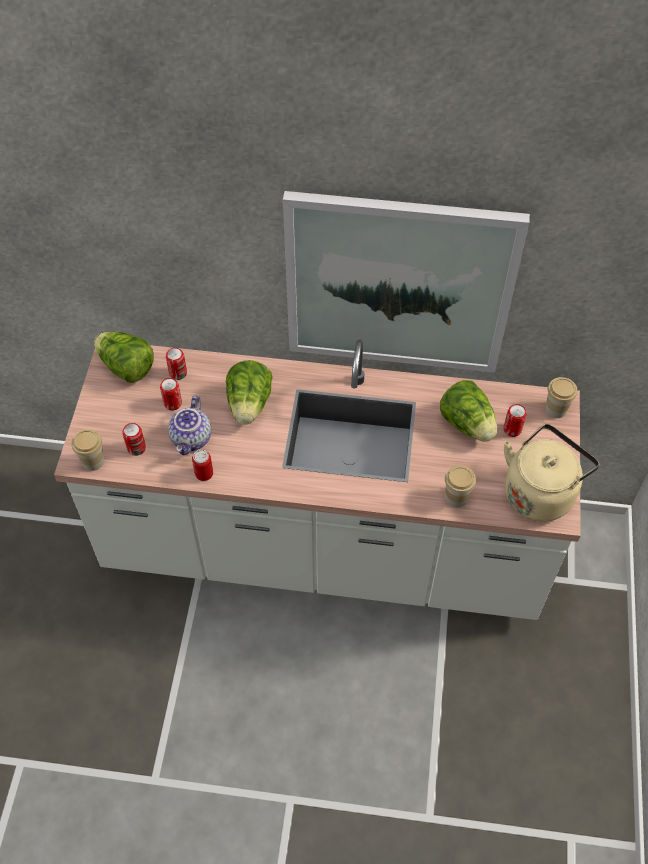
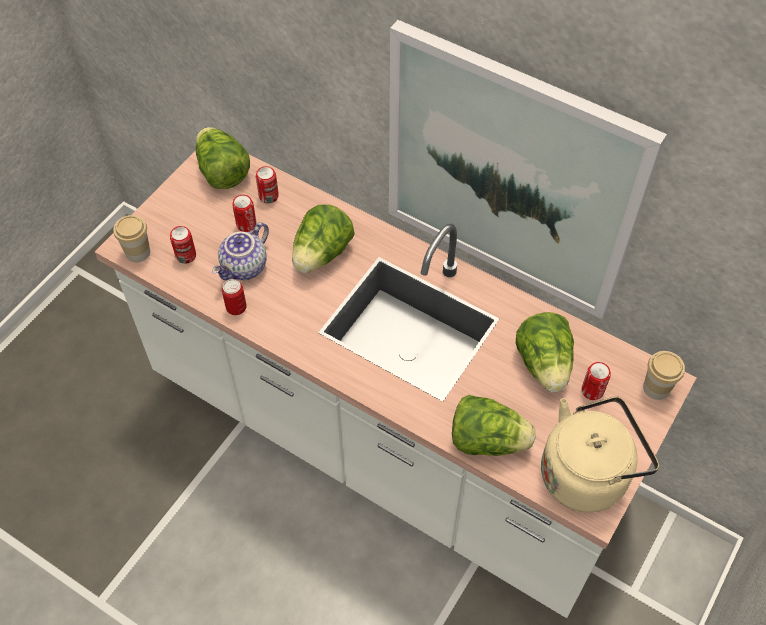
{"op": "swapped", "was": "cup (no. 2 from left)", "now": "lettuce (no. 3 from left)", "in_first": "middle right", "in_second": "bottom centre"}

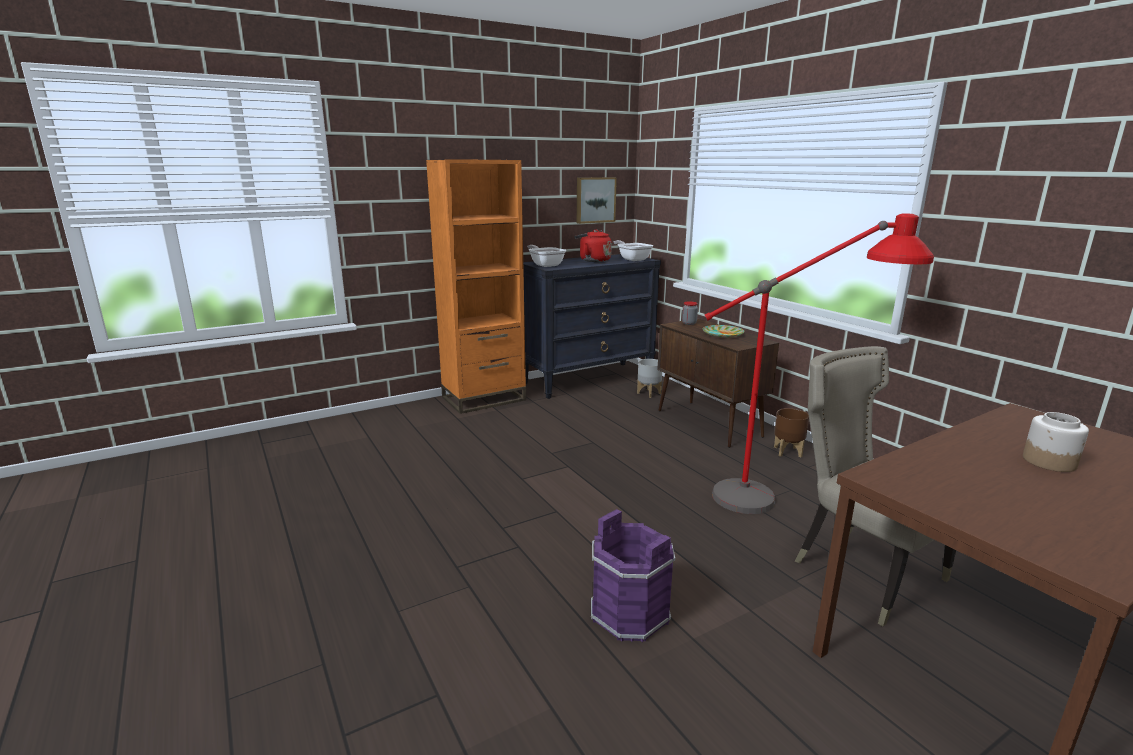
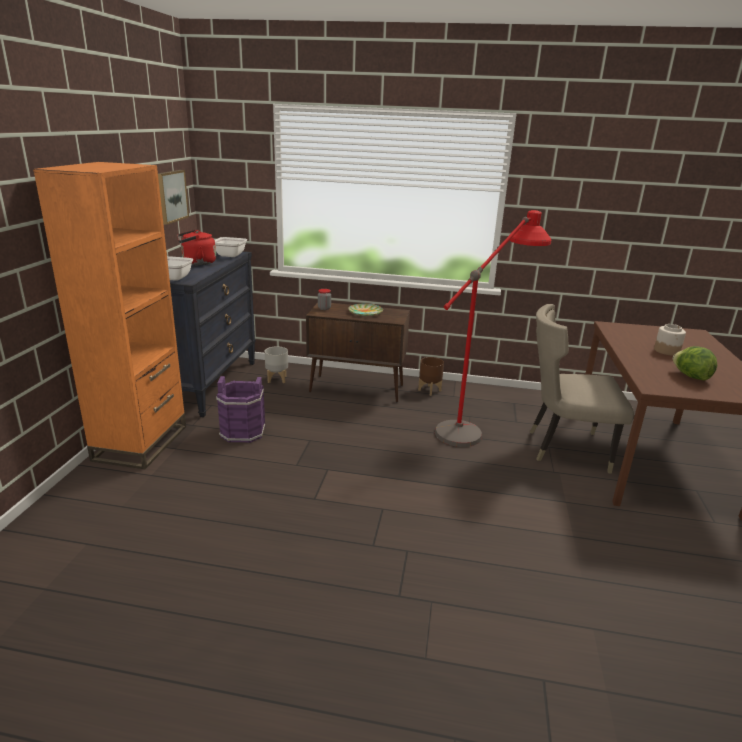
{"op": "shifted", "was": "bucket (purple)", "in_first": "bottom centre", "in_second": "middle left"}
{"op": "new", "now": "lettuce", "in_second": "middle right"}

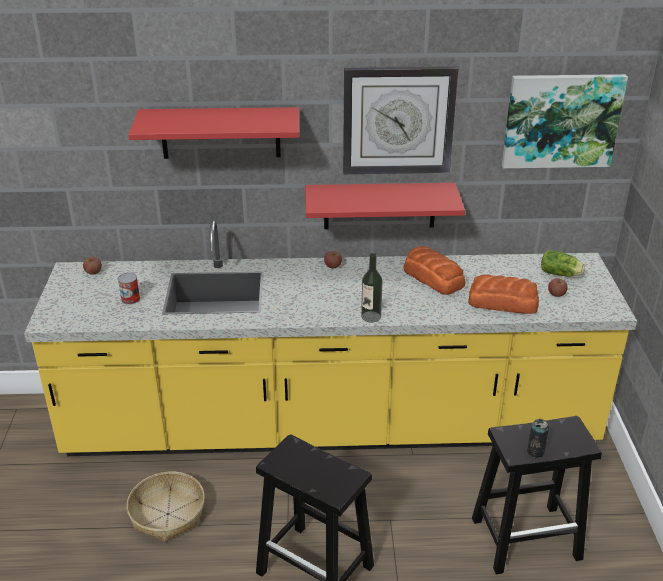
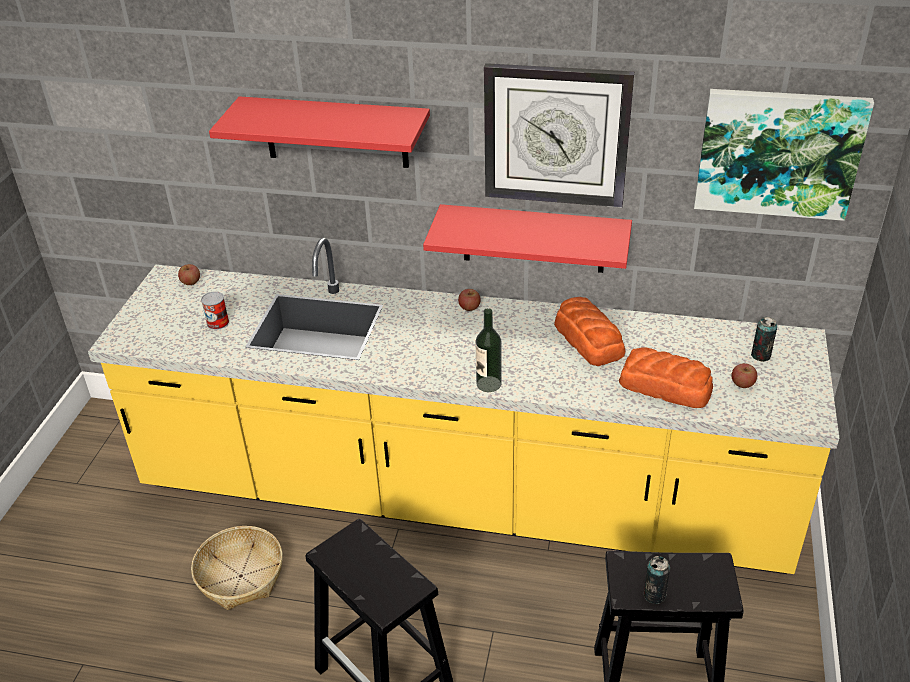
{"op": "swapped", "was": "lettuce", "now": "can (no. 3 from left)", "in_first": "middle right", "in_second": "middle right"}

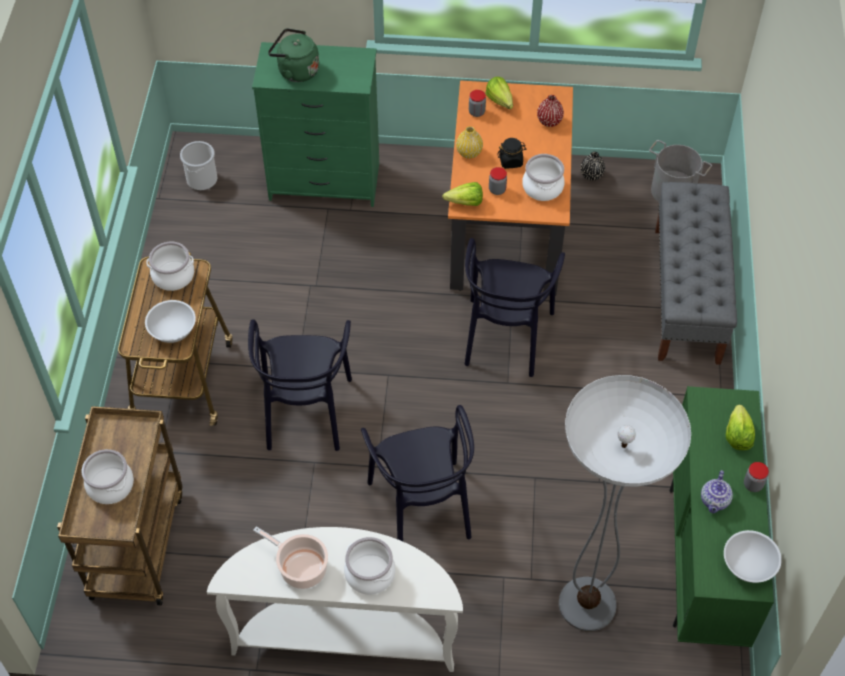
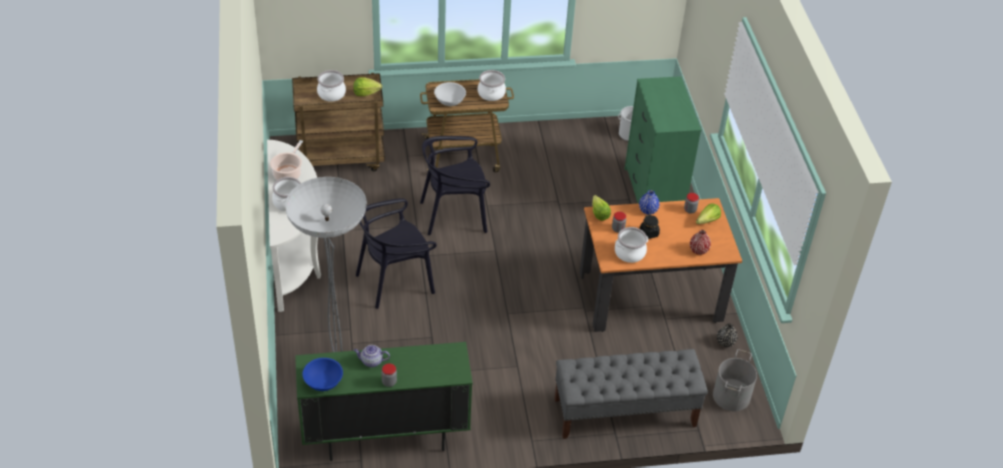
{"op": "gone", "was": "kettle (green)", "in_first": "top centre"}
{"op": "repainted", "was": "vase (yellow)", "now": "vase (blue)", "in_first": "top centre", "in_second": "centre"}
{"op": "gone", "was": "chair (black) (no. 3 from left)", "in_first": "centre"}
{"op": "repainted", "was": "bowl (white) (no. 2 from left)", "now": "bowl (blue)", "in_first": "bottom right", "in_second": "bottom left"}
{"op": "shifted", "was": "lettuce (no. 3 from left in the first image)", "now": "lettuce (no. 1 from left)", "in_first": "middle right", "in_second": "top centre"}

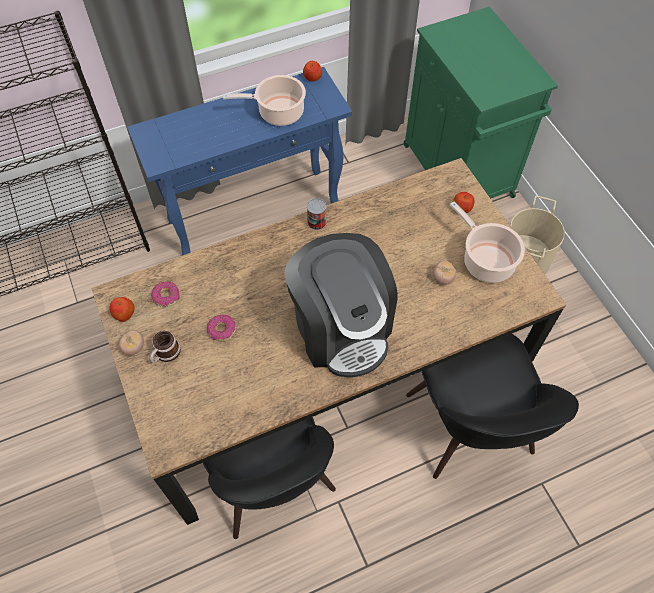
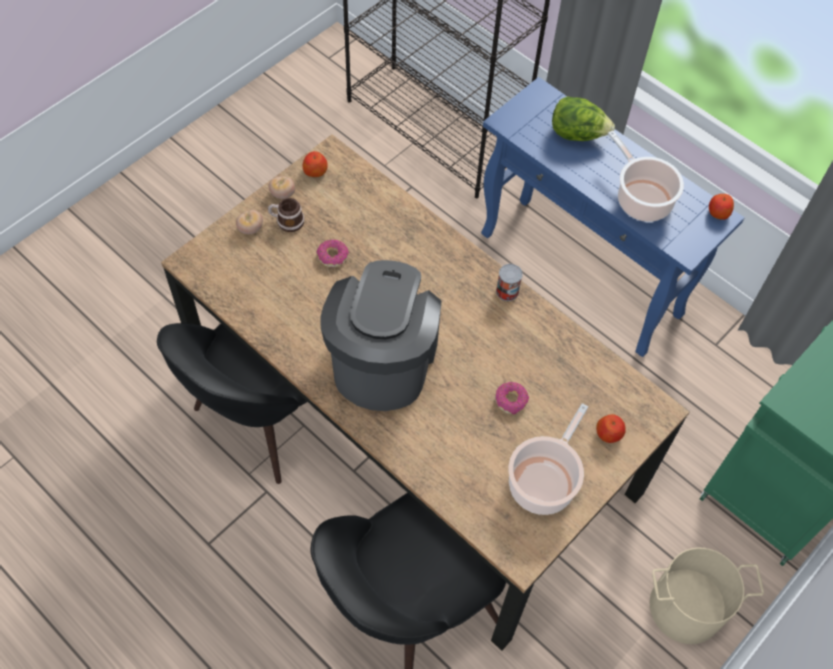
{"op": "shifted", "was": "donut (no. 1 from left in the first image)", "now": "donut (no. 2 from left)", "in_first": "middle left", "in_second": "centre"}
{"op": "rotated", "was": "coffee machine", "in_first": "centre", "in_second": "centre", "clockwise": 150}
{"op": "shifted", "was": "tomato (no. 2 from left in the first image)", "now": "tomato (no. 1 from left)", "in_first": "middle right", "in_second": "top left"}
{"op": "new", "now": "lettuce", "in_second": "top right"}

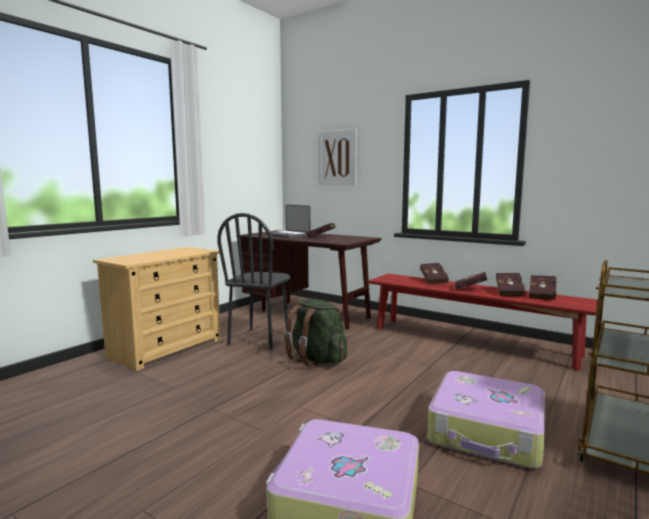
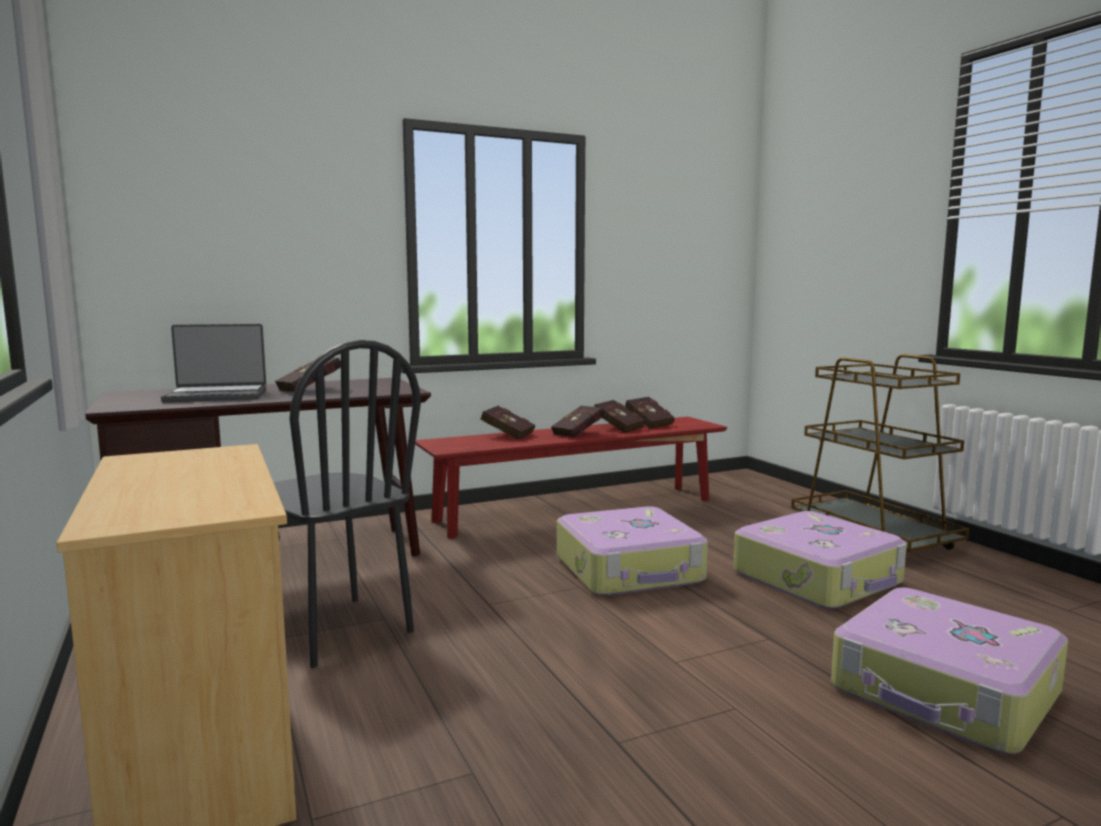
{"op": "gone", "was": "backpack (green)", "in_first": "centre"}
{"op": "gone", "was": "picture", "in_first": "top centre"}
{"op": "new", "now": "suitcase (no. 1 from left)", "in_second": "bottom centre"}

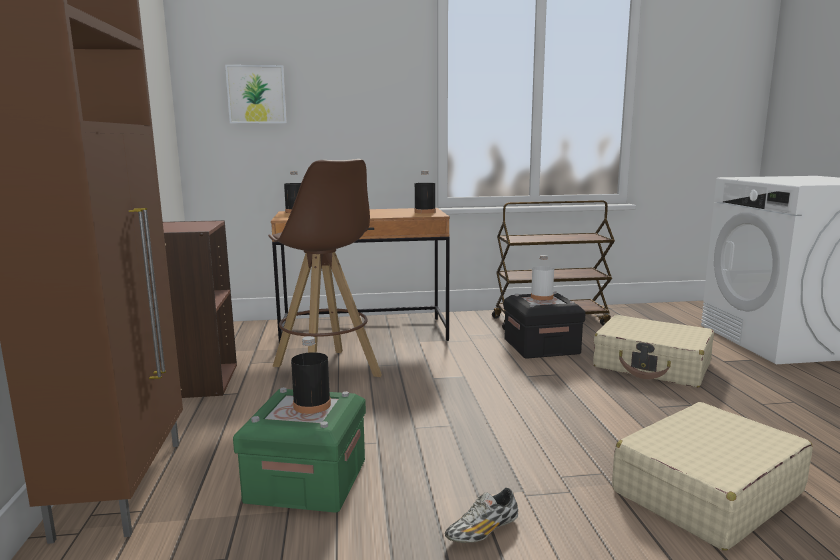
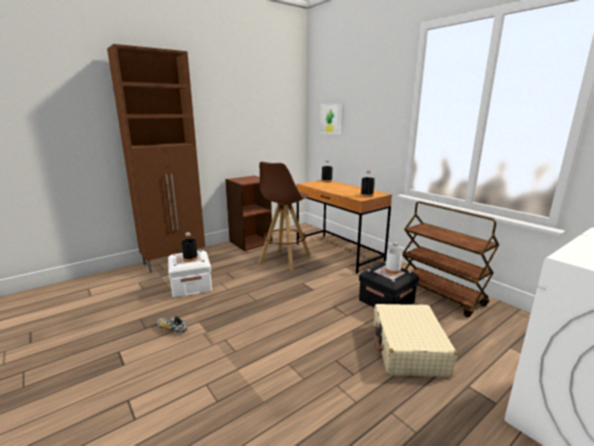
{"op": "repainted", "was": "storage box (green)", "now": "storage box (white)", "in_first": "bottom centre", "in_second": "middle left"}
{"op": "gone", "was": "suitcase (beige) (no. 2 from left)", "in_first": "bottom right"}

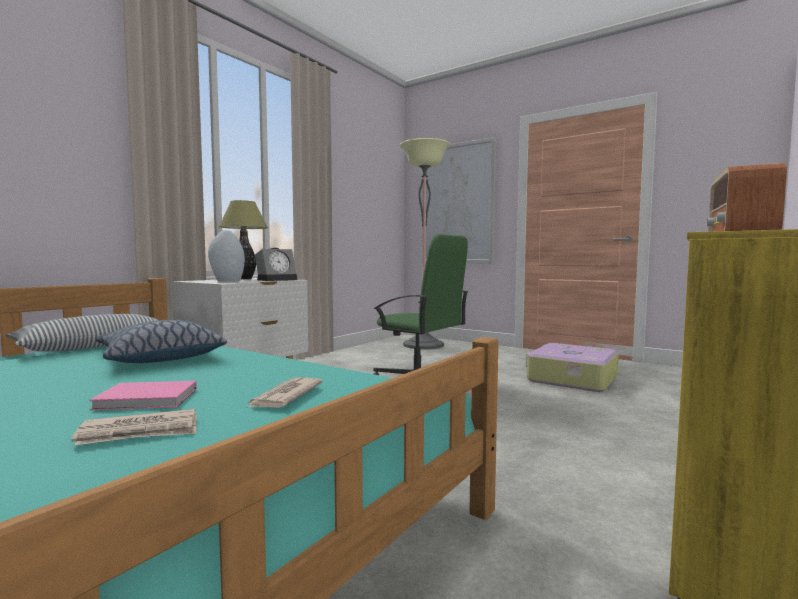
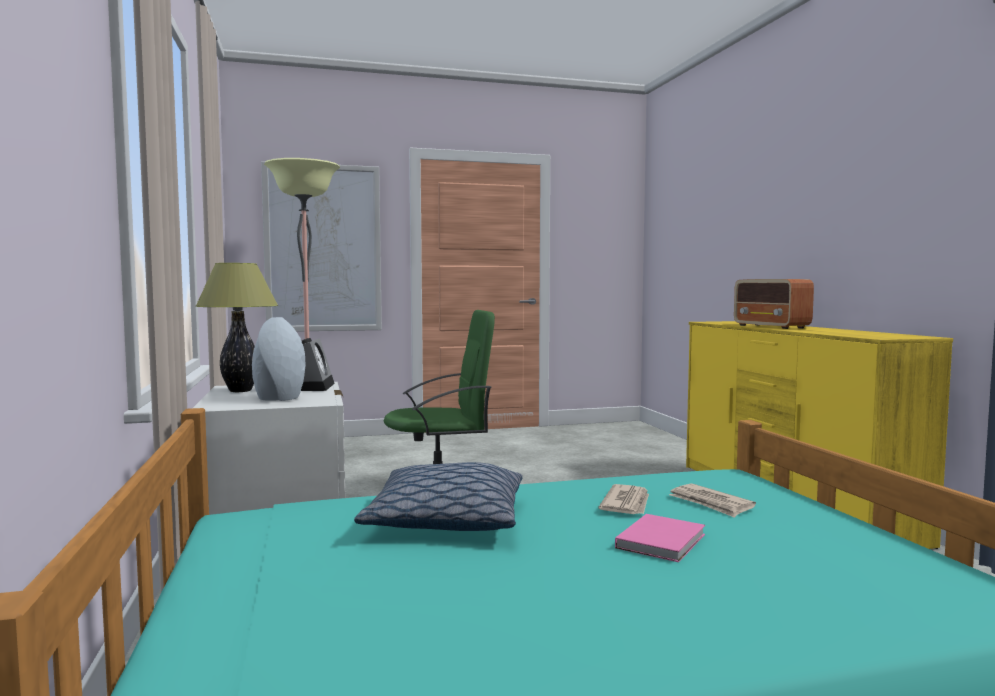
{"op": "gone", "was": "pillow (no. 1 from left)", "in_first": "middle left"}
{"op": "shifted", "was": "newspaper (no. 1 from left)", "in_first": "bottom left", "in_second": "bottom centre"}
{"op": "gone", "was": "suitcase", "in_first": "middle right"}

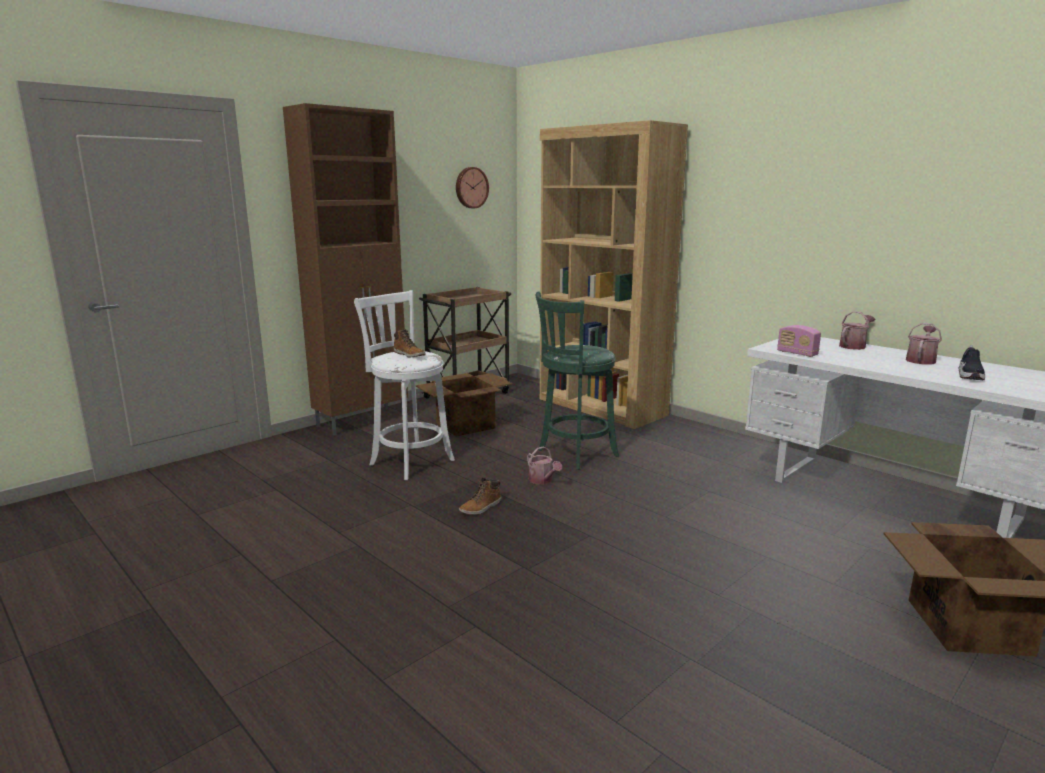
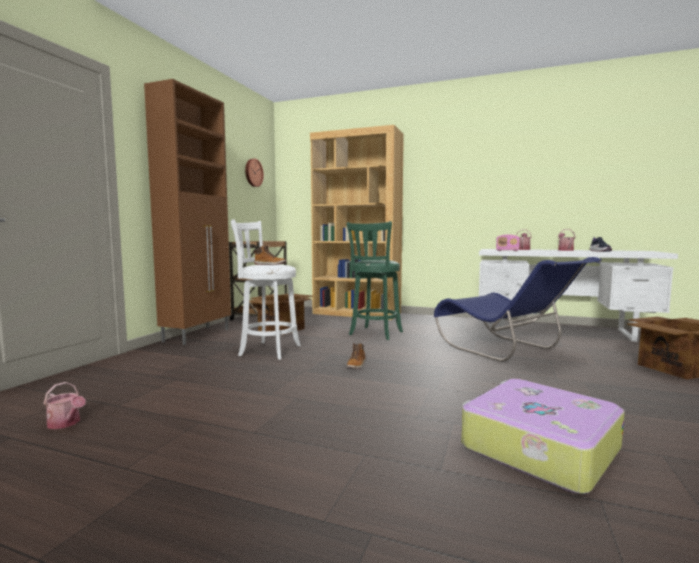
{"op": "shifted", "was": "watering can (no. 1 from left)", "in_first": "centre", "in_second": "bottom left"}
{"op": "new", "now": "chair (blue)", "in_second": "middle right"}
{"op": "new", "now": "suitcase", "in_second": "bottom right"}

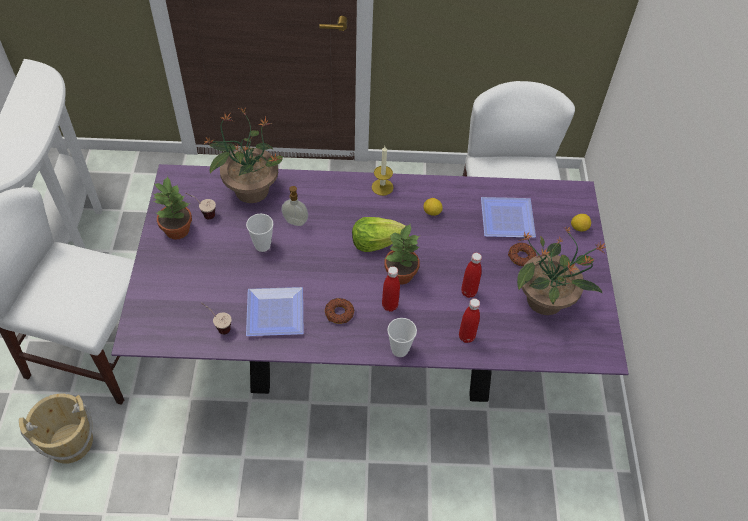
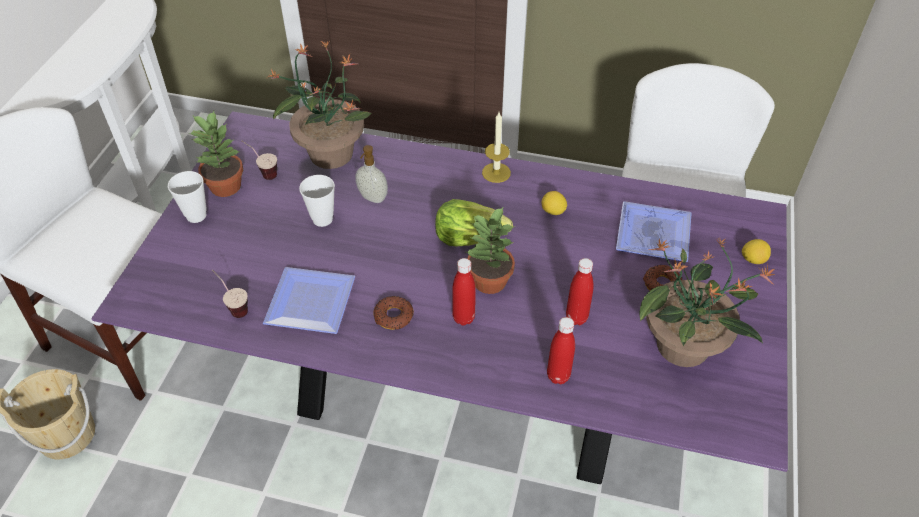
{"op": "shifted", "was": "cup (no. 4 from left in the first image)", "now": "cup (no. 1 from left)", "in_first": "centre", "in_second": "middle left"}

